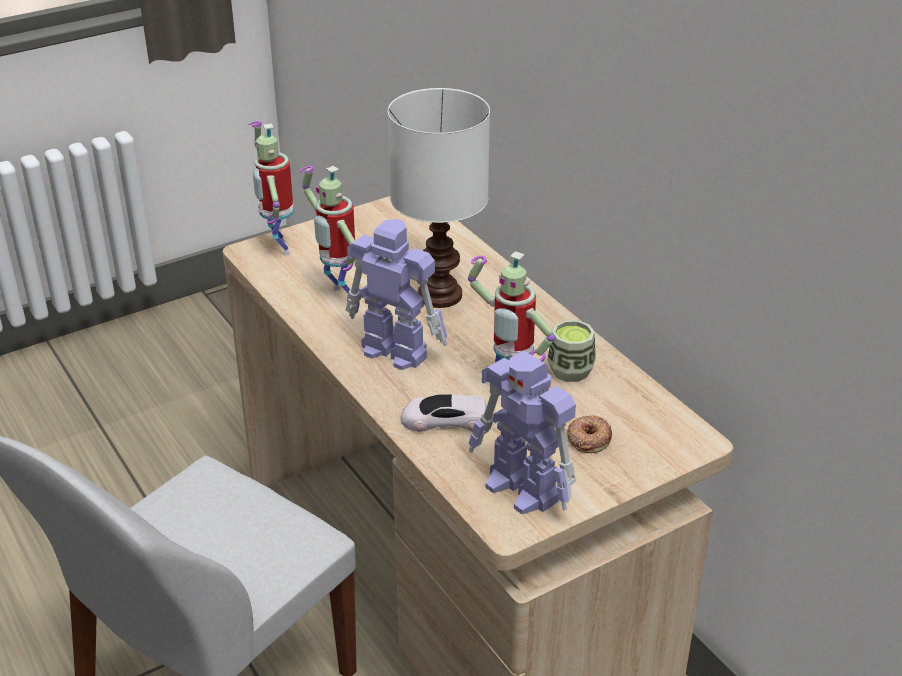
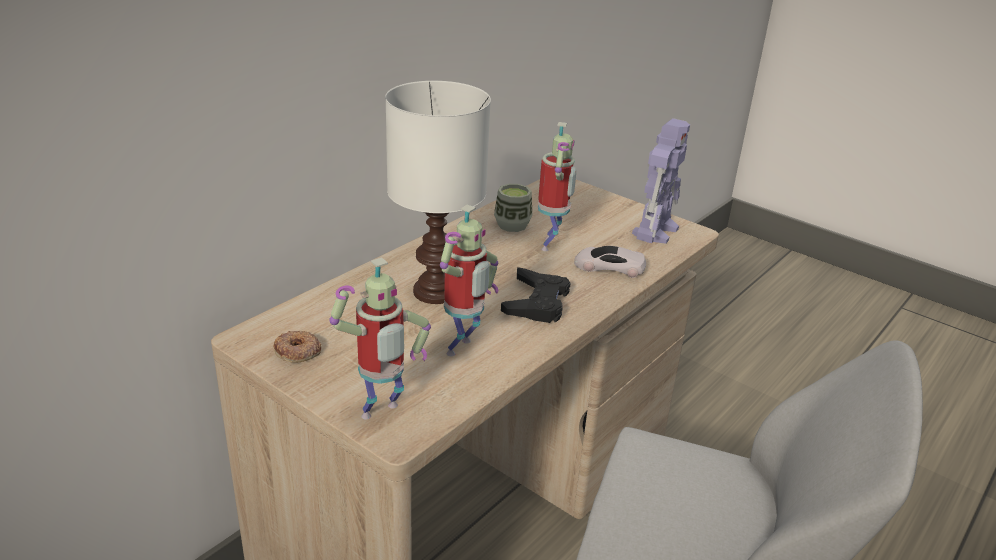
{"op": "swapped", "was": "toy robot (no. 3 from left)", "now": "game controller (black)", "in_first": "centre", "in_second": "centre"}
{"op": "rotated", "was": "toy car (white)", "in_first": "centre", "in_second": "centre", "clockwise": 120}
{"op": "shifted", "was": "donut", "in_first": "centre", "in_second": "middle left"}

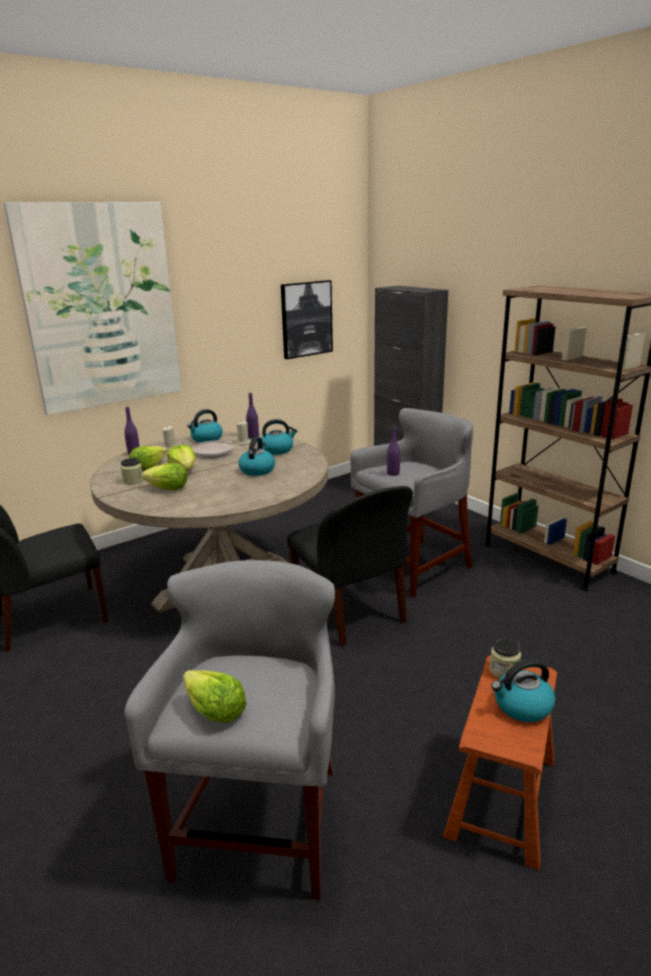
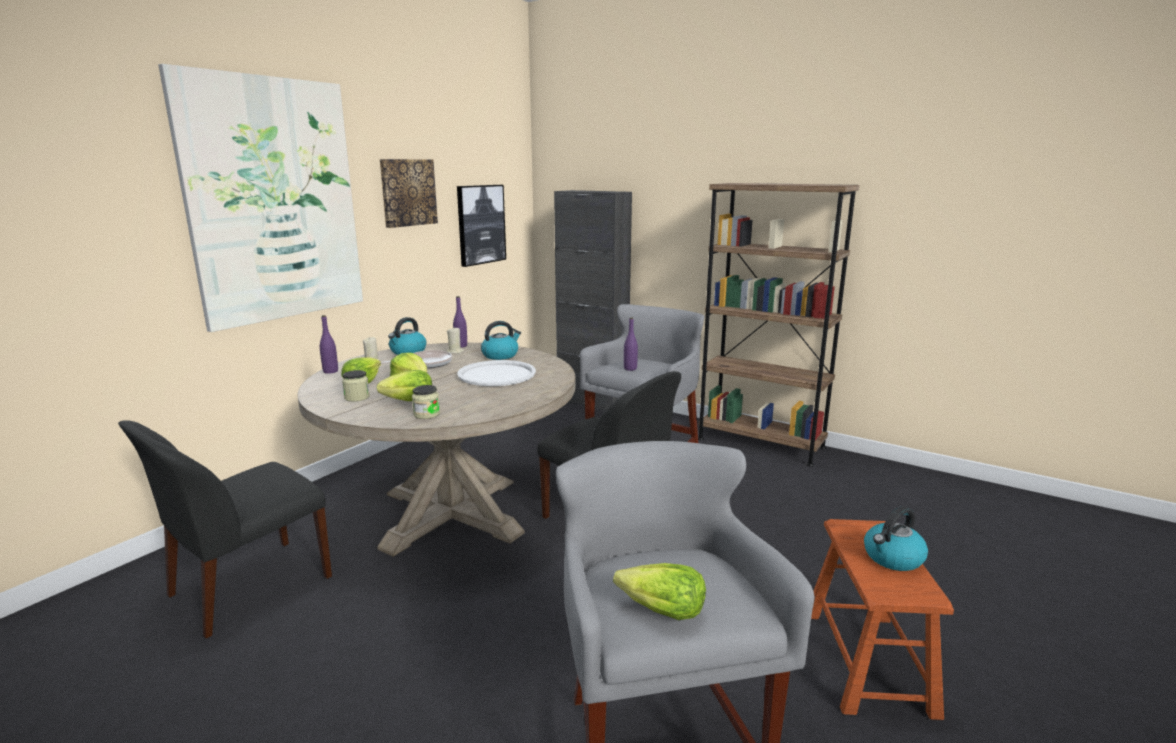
{"op": "swapped", "was": "kettle (no. 2 from left)", "now": "tray (white)", "in_first": "centre", "in_second": "centre"}
{"op": "shifted", "was": "jar (no. 2 from left)", "in_first": "bottom right", "in_second": "centre"}
{"op": "new", "now": "picture (no. 2 from left)", "in_second": "top centre"}

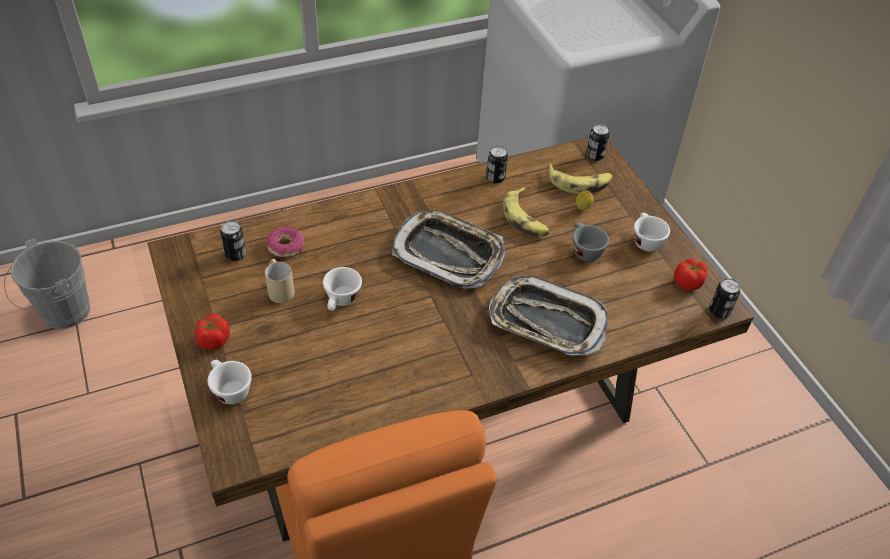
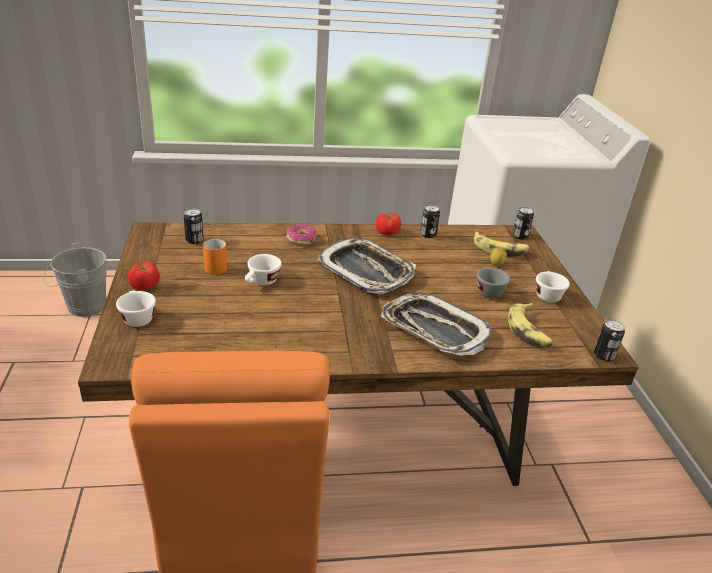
{"op": "repainted", "was": "mug (beige)", "now": "mug (orange)", "in_first": "middle left", "in_second": "middle left"}
{"op": "shifted", "was": "donut", "in_first": "middle left", "in_second": "centre"}
{"op": "shifted", "was": "banana (no. 1 from left in the first image)", "now": "banana (no. 2 from left)", "in_first": "centre", "in_second": "middle right"}
{"op": "shifted", "was": "tomato (no. 2 from left)", "in_first": "middle right", "in_second": "centre"}

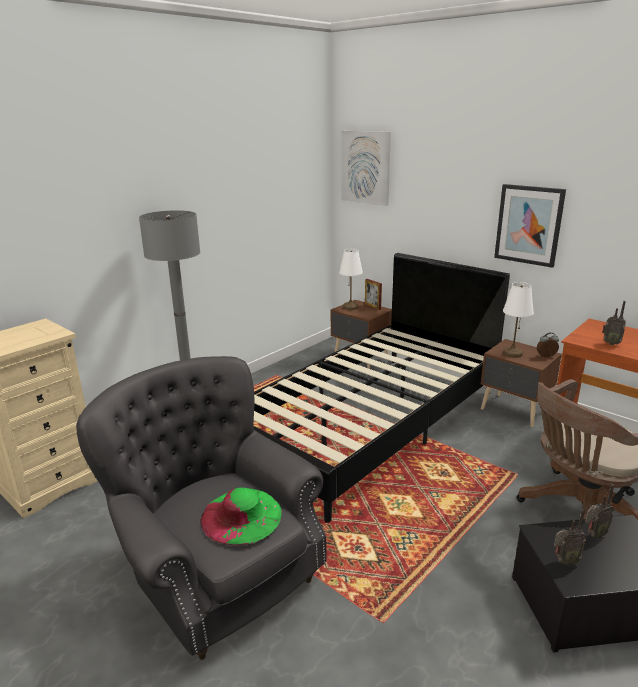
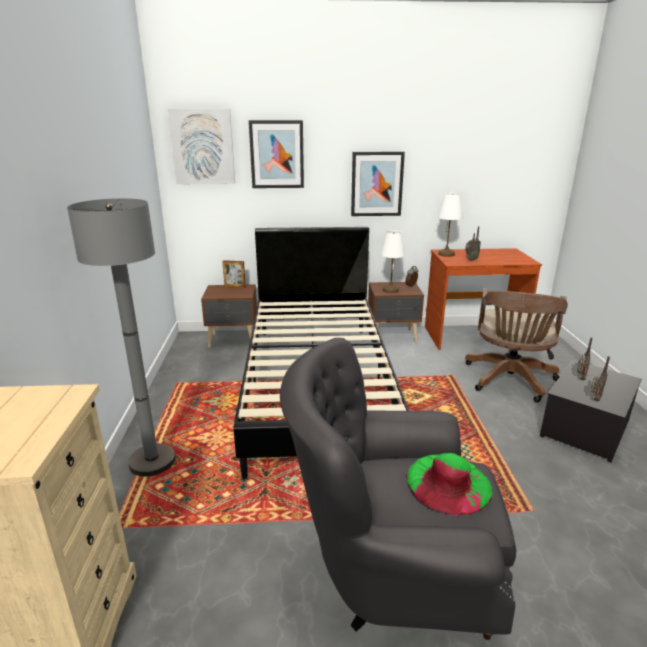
{"op": "shifted", "was": "table lamp (white) (no. 1 from left in the first image)", "now": "table lamp (white) (no. 2 from left)", "in_first": "centre", "in_second": "middle right"}
{"op": "new", "now": "picture (no. 2 from left)", "in_second": "top centre"}

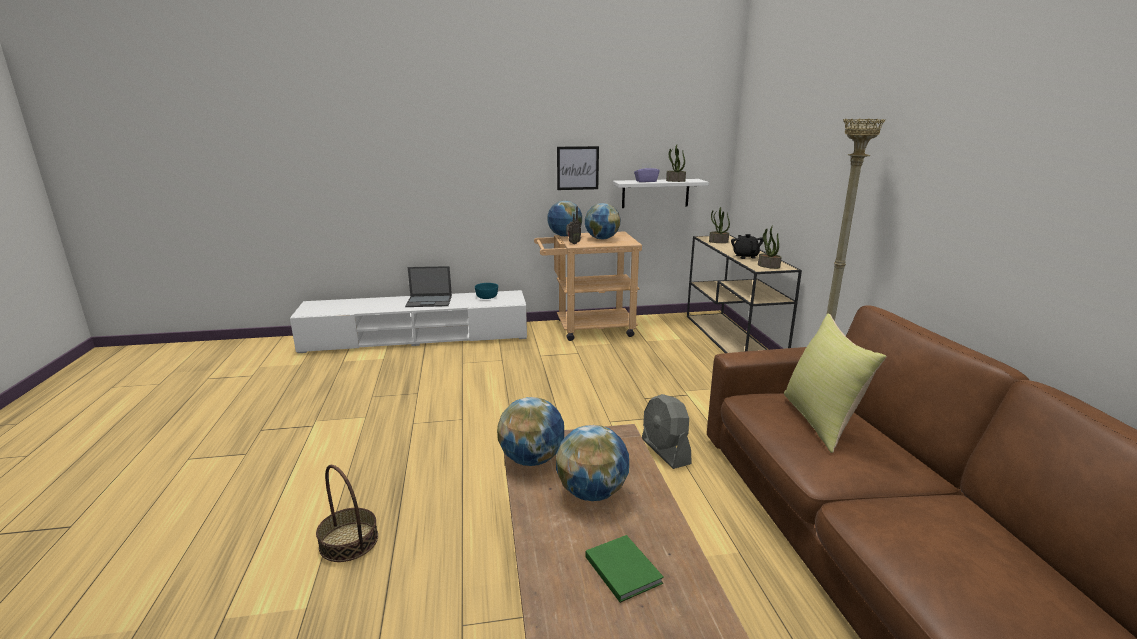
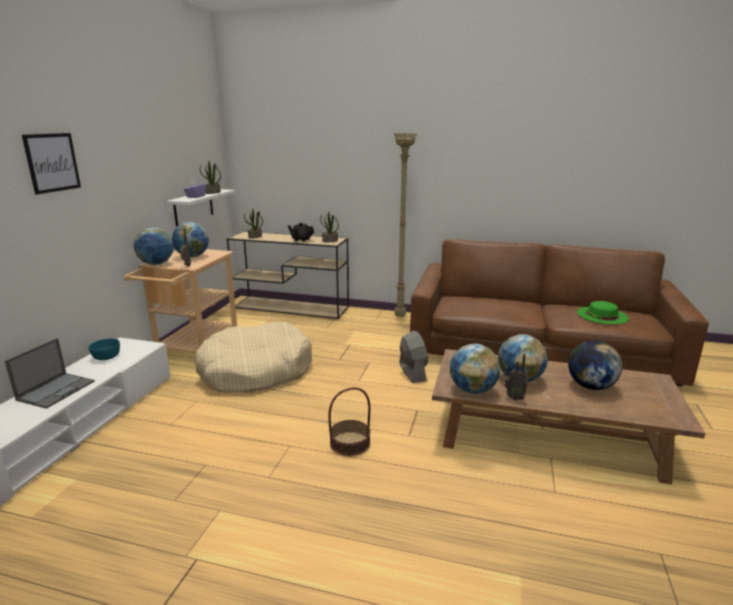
{"op": "shifted", "was": "basket", "in_first": "bottom left", "in_second": "bottom centre"}
{"op": "shifted", "was": "picture", "in_first": "top centre", "in_second": "top left"}
{"op": "swapped", "was": "book (green)", "now": "globe (no. 5 from left)", "in_first": "bottom centre", "in_second": "middle right"}
{"op": "rotated", "was": "fan (grey)", "in_first": "bottom centre", "in_second": "centre", "clockwise": -105}
{"op": "gone", "was": "pillow (yellow)", "in_first": "middle right"}
{"op": "new", "now": "dog bed (beige)", "in_second": "centre"}
{"op": "new", "now": "radio (no. 2 from left)", "in_second": "middle right"}
{"op": "new", "now": "hat (green)", "in_second": "middle right"}

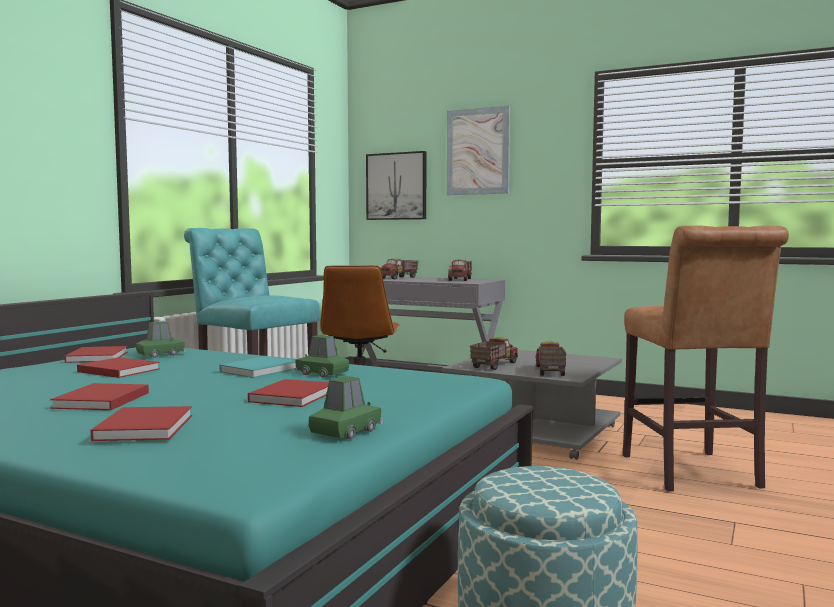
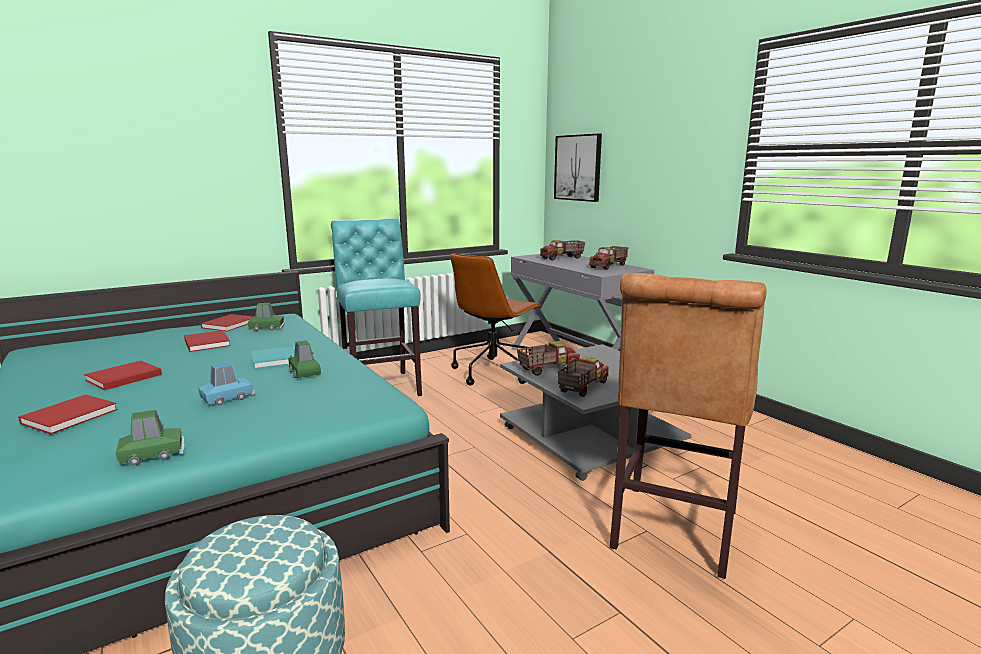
{"op": "swapped", "was": "book (red) (no. 5 from left)", "now": "toy car (blue)", "in_first": "centre", "in_second": "middle left"}
{"op": "gone", "was": "picture (no. 2 from left)", "in_first": "top centre"}

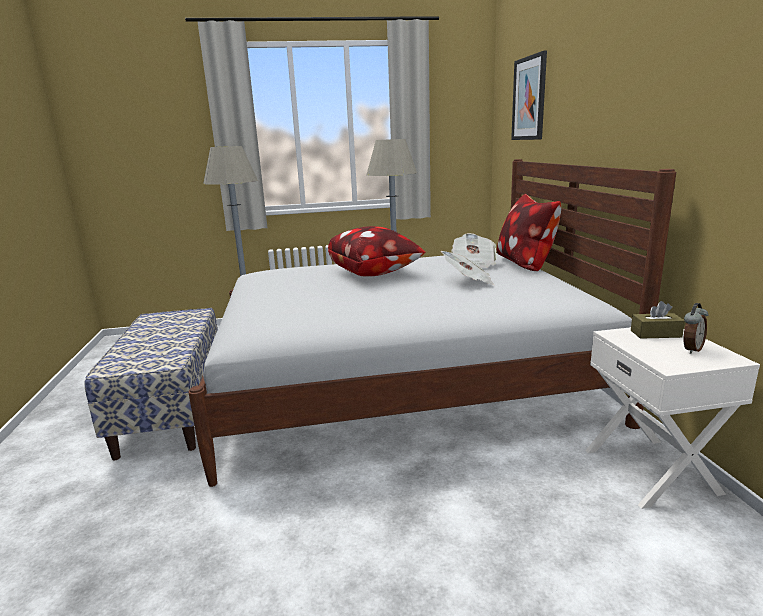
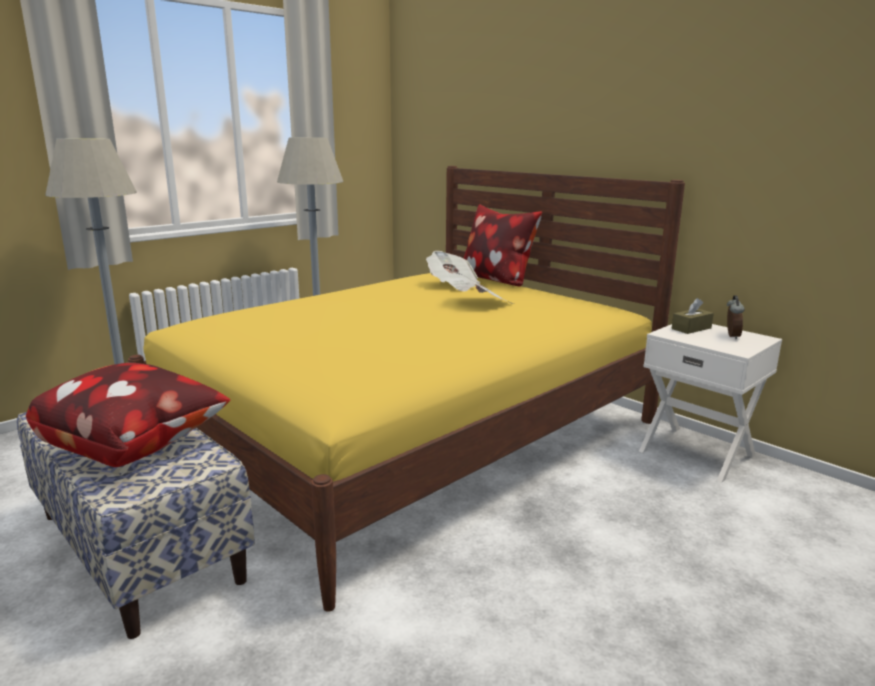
{"op": "repainted", "was": "bed (white)", "now": "bed (yellow)", "in_first": "centre", "in_second": "centre"}
{"op": "shifted", "was": "pillow (no. 1 from left)", "in_first": "centre", "in_second": "middle left"}
{"op": "gone", "was": "picture", "in_first": "top right"}

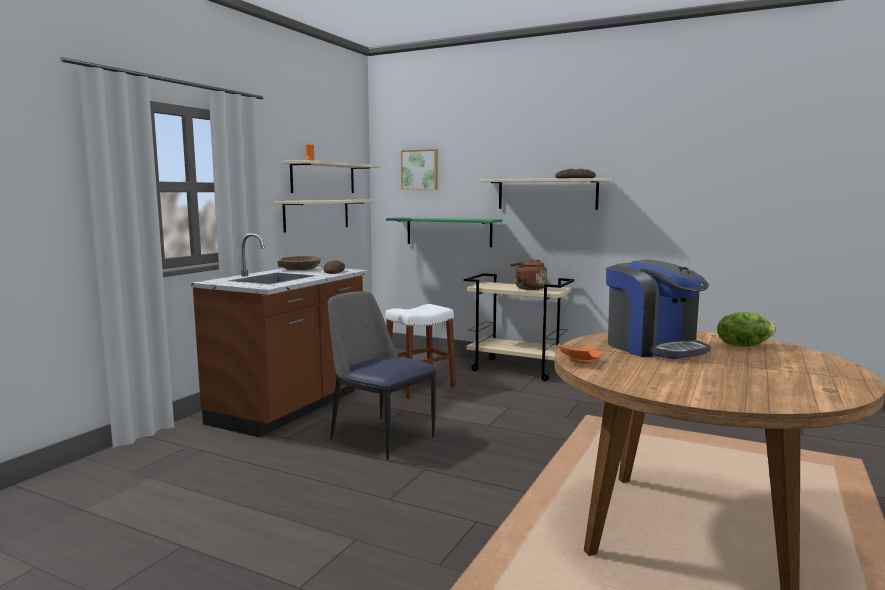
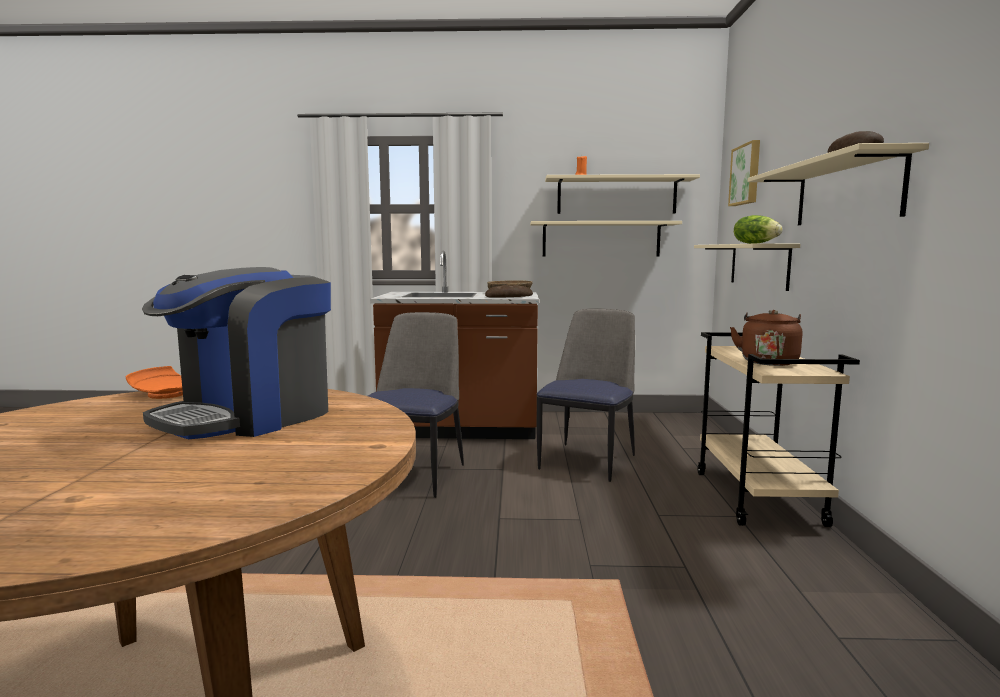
{"op": "swapped", "was": "stool (white)", "now": "chair (no. 2 from left)", "in_first": "centre", "in_second": "centre"}
{"op": "repainted", "was": "shelf (green)", "now": "shelf (beige) (no. 3 from left)", "in_first": "centre", "in_second": "middle right"}
{"op": "shifted", "was": "lettuce", "in_first": "middle right", "in_second": "top right"}

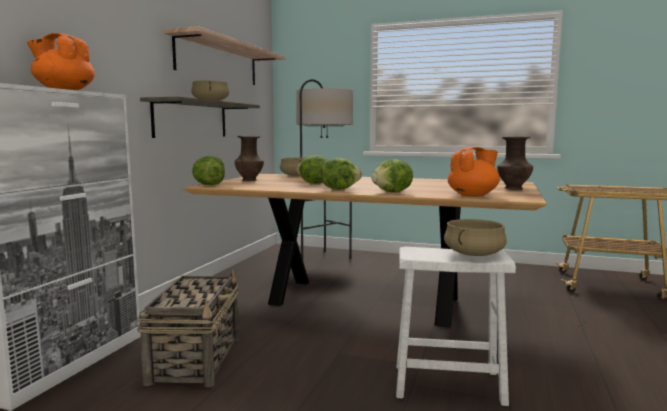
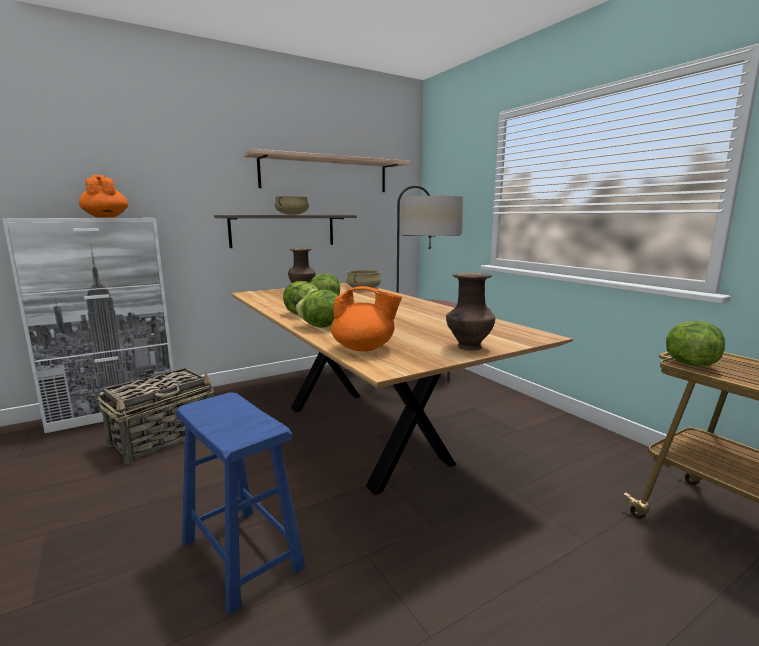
{"op": "shifted", "was": "lettuce (no. 1 from left in the first image)", "now": "lettuce (no. 4 from left)", "in_first": "middle left", "in_second": "middle right"}
{"op": "repainted", "was": "stool (white)", "now": "stool (blue)", "in_first": "bottom right", "in_second": "bottom left"}
{"op": "gone", "was": "cooking pot (beige) (no. 3 from left)", "in_first": "middle right"}

